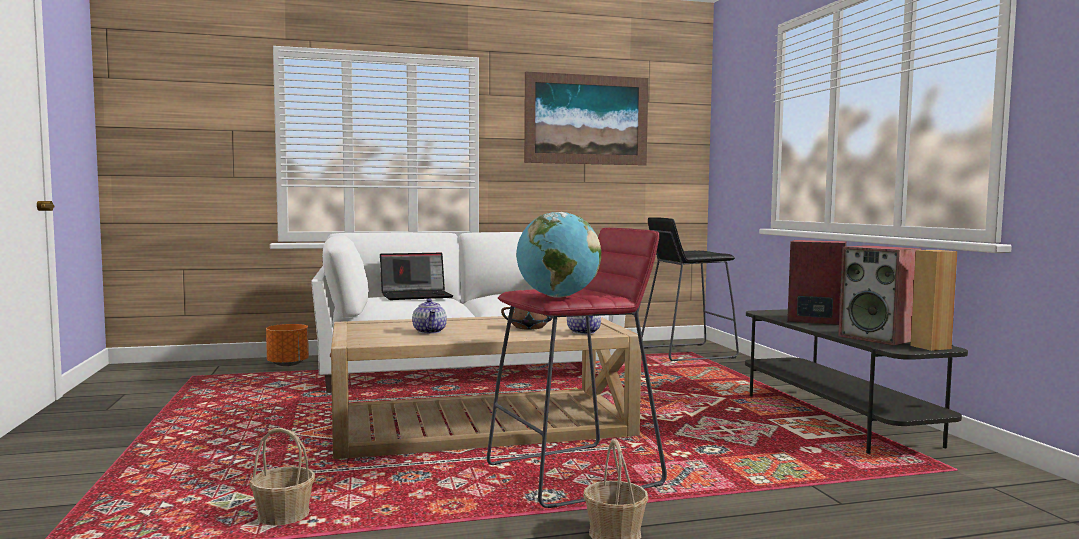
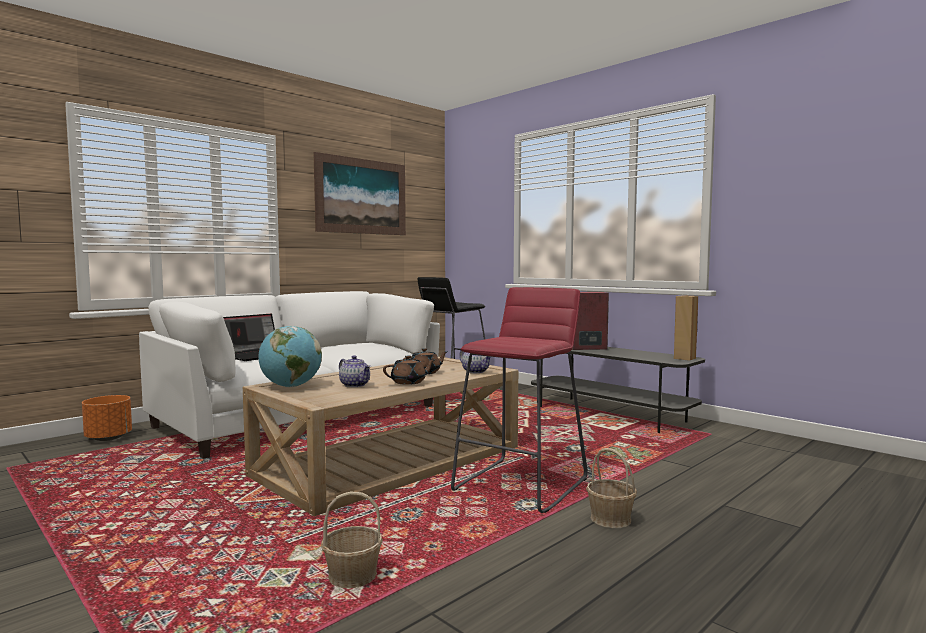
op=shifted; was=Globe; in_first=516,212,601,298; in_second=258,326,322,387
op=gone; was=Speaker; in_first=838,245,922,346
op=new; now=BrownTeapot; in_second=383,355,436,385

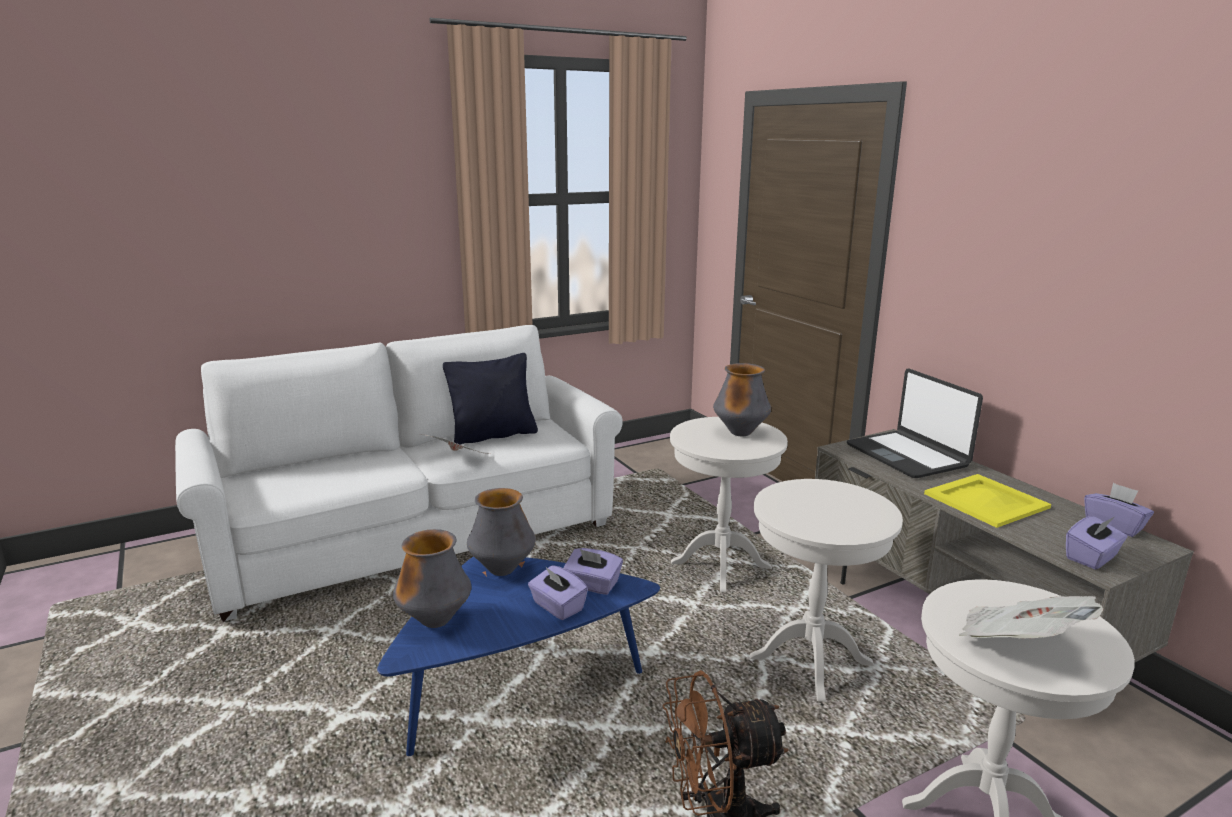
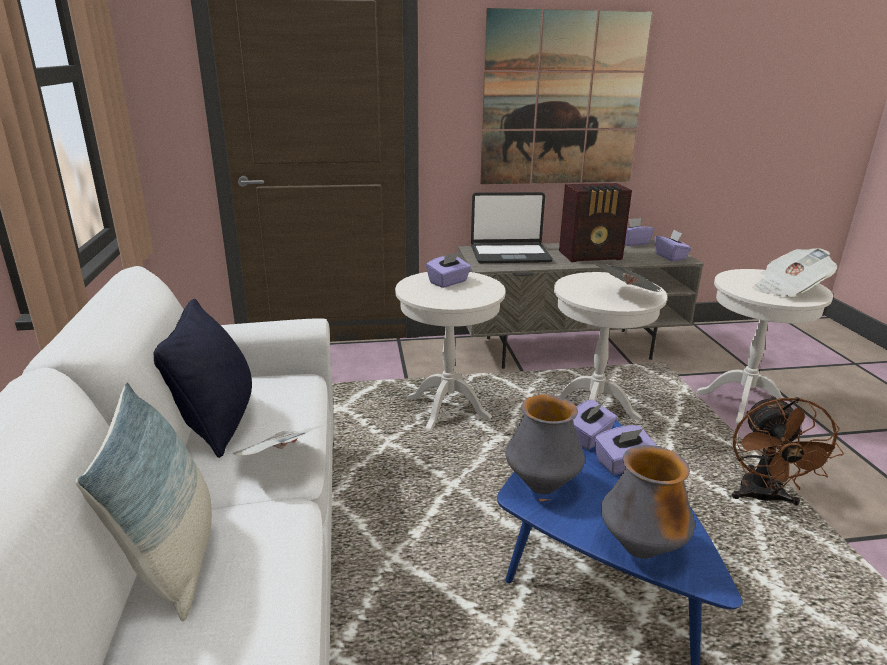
op=swapped; was=Vase; now=PurpleTissueBox; in_first=713,363,771,436; in_second=426,252,471,288
op=swapped; was=YellowTray; now=Radio; in_first=924,474,1051,528; in_second=559,183,632,262
op=new; now=Picture; in_second=480,8,652,184
op=new; now=Newspaper; in_second=597,265,661,292
op=new; now=Pillow; in_second=76,382,212,621

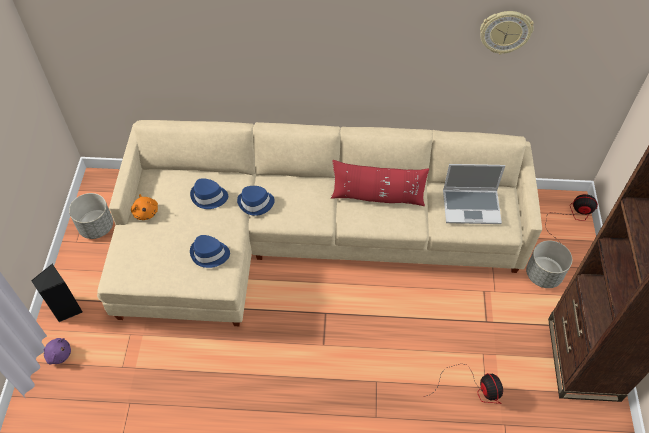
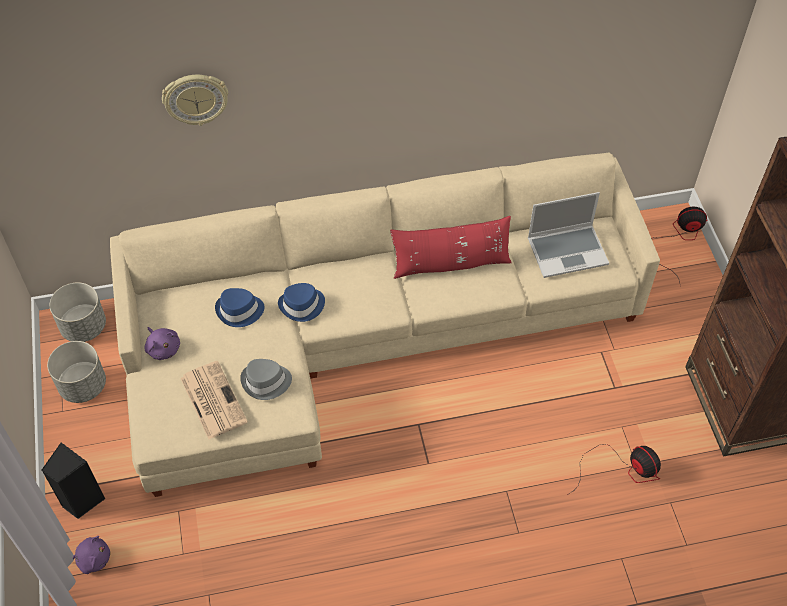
op=shifted; was=WallClock; in_first=480,11,534,55; in_second=162,75,228,126
op=repainted; was=OrangePlushToy; now=PurplePlushToy; in_first=131,194,158,220; in_second=144,327,180,360
op=repainted; was=BlueHat; now=GreyHat; in_first=190,235,230,268; in_second=240,359,292,400
op=shifted; was=GreyPlanter; in_first=526,241,572,288; in_second=49,282,106,342
op=new; now=Newspaper; in_second=180,361,248,439

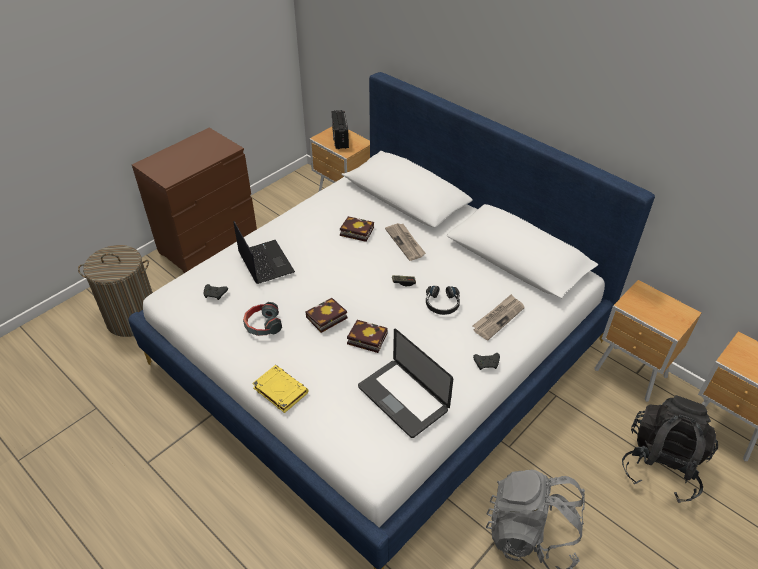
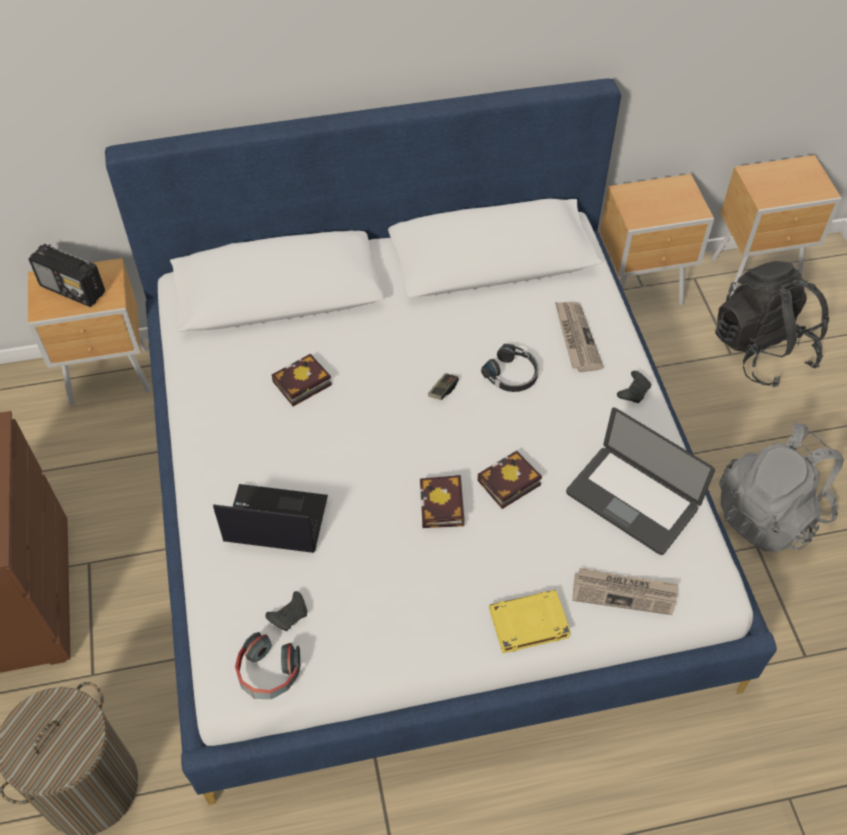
op=shifted; was=Newspaper; in_first=385,223,426,261; in_second=572,568,679,615
op=shifted; was=Headphones; in_first=243,302,282,336; in_second=235,632,300,699
op=rotated; was=Laptop; in_first=358,329,453,438; in_second=566,407,715,555; clockwise=45

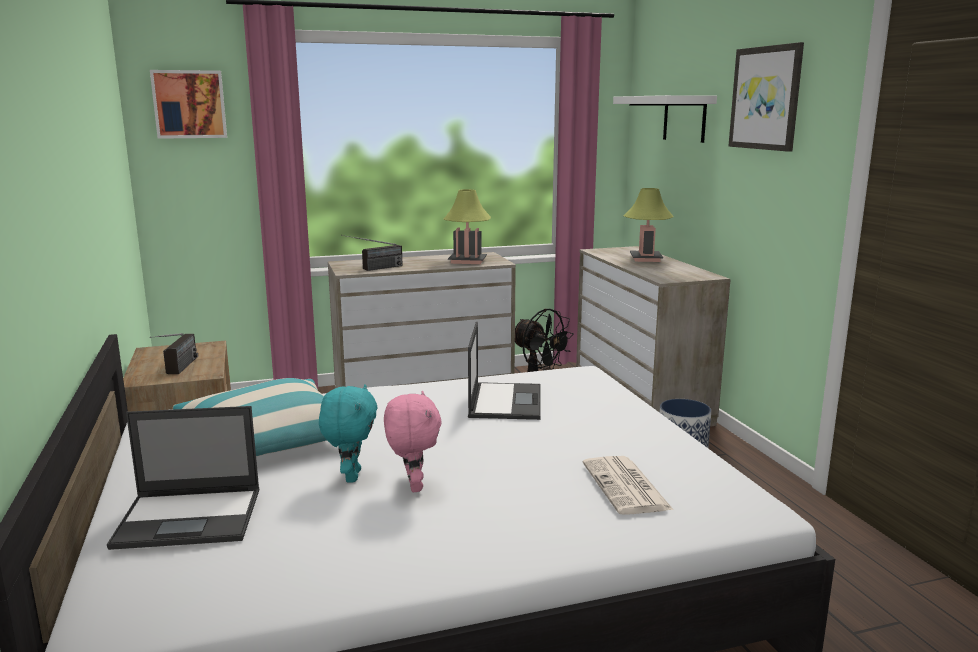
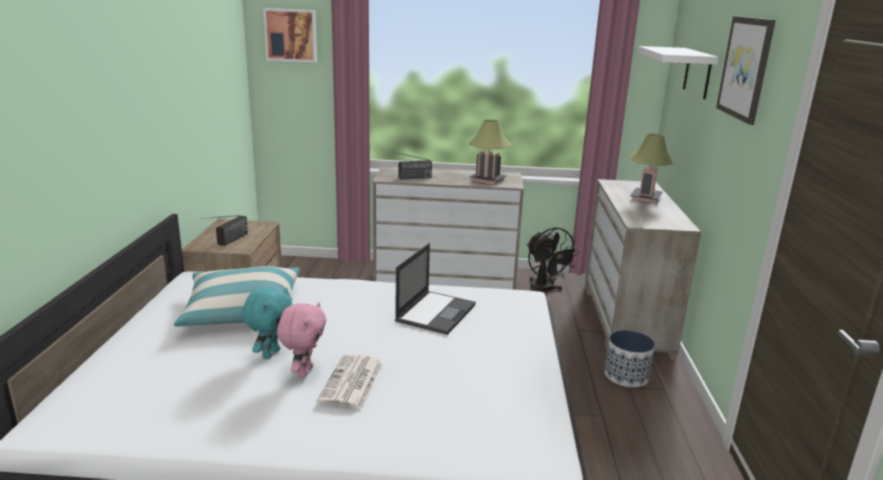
op=gone; was=Laptop; in_first=107,406,260,550
op=shifted; was=Newspaper; in_first=582,456,674,515; in_second=317,354,383,409

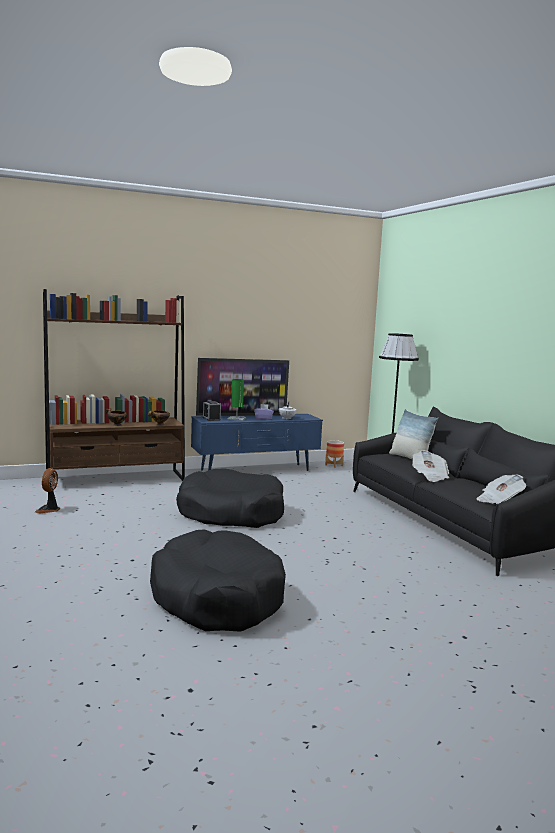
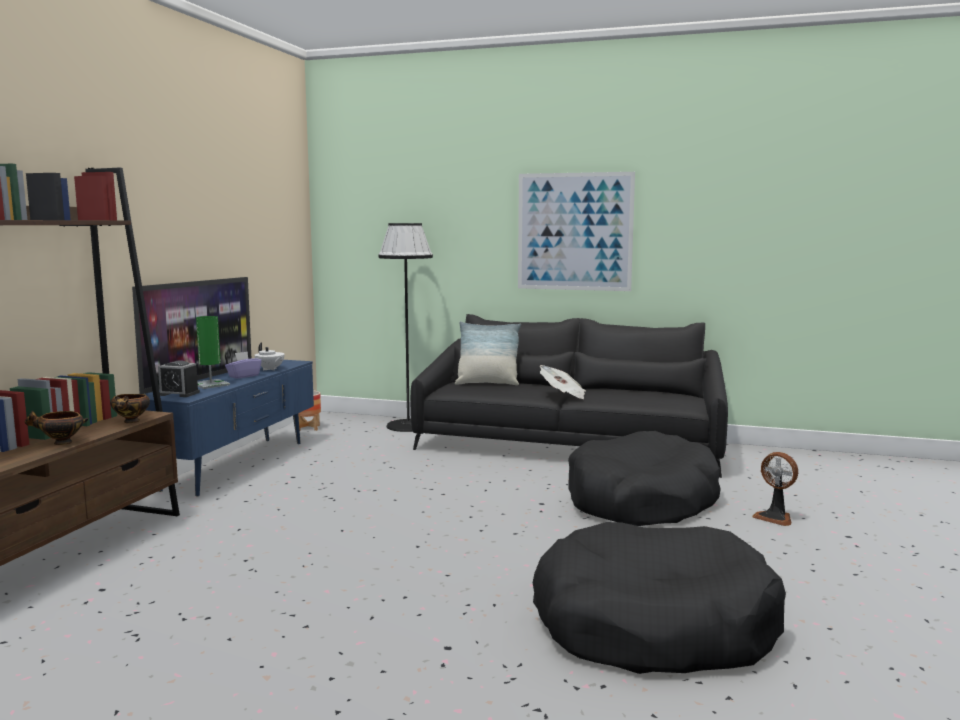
op=shifted; was=Fan; in_first=35,468,61,513; in_second=752,452,798,526
op=shifted; was=BlackDogBed; in_first=176,468,284,528; in_second=568,431,721,526
op=gone; was=Newspaper; in_first=476,475,526,504
op=new; now=Picture; in_second=518,172,635,291

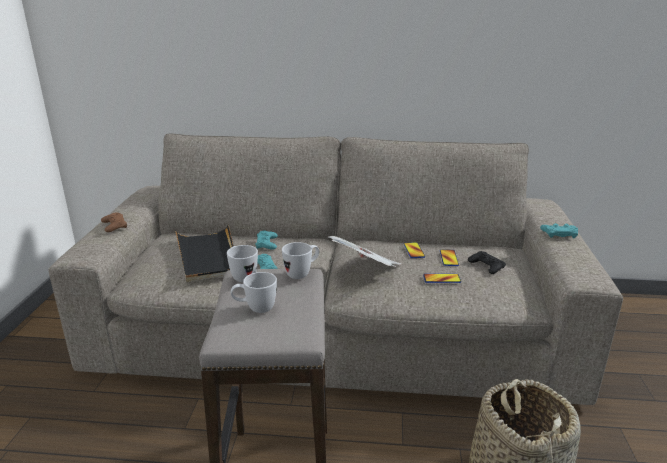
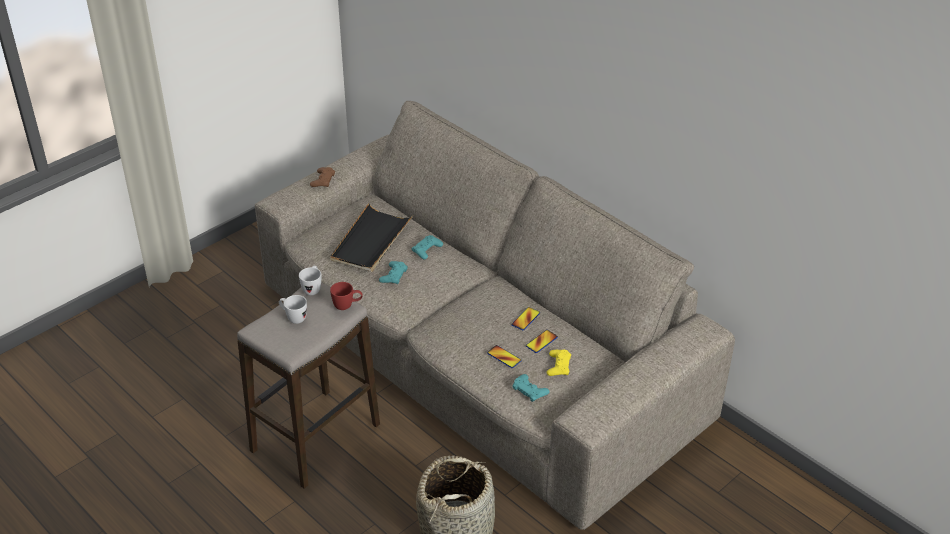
op=shifted; was=TurquoiseGameController; in_first=540,223,578,238; in_second=512,374,550,402
op=gone; was=Newspaper; in_first=328,236,401,267
op=repainted; was=WhiteMug; now=RedMug; in_first=282,242,319,279; in_second=330,282,363,310
op=repainted; was=BlackGameController; now=YellowGameController; in_first=468,251,506,274; in_second=547,350,571,376

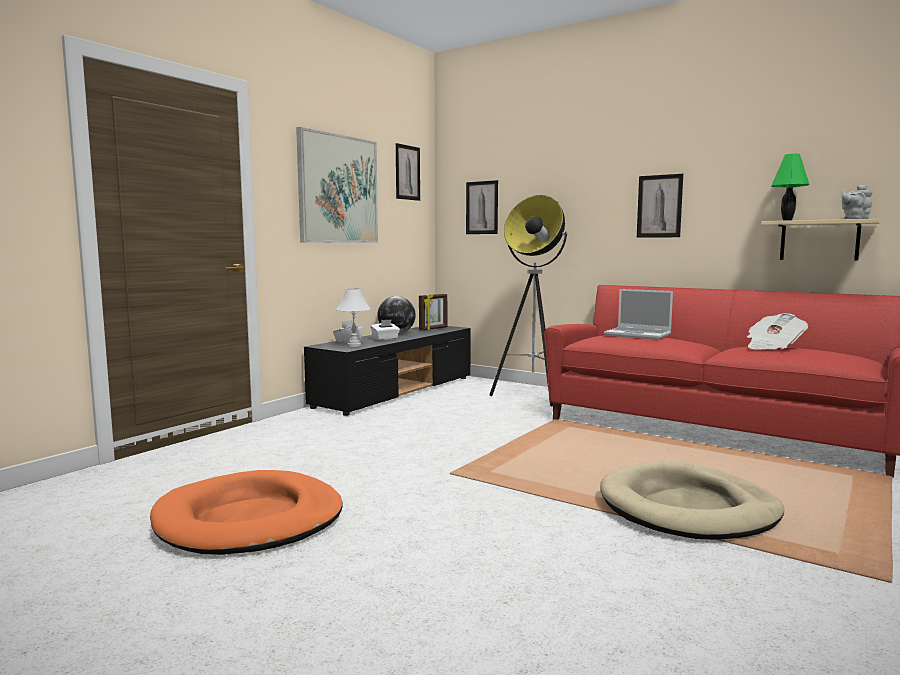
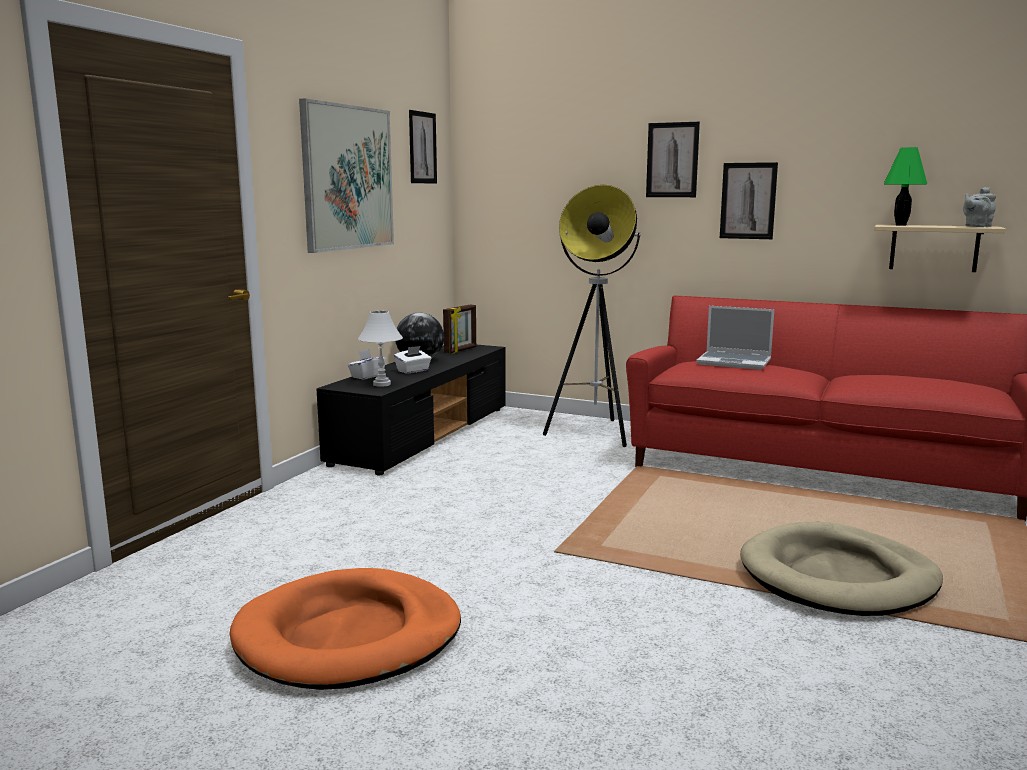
op=shifted; was=Picture; in_first=466,180,498,234; in_second=646,122,700,197
op=gone; was=Newspaper; in_first=747,313,808,350

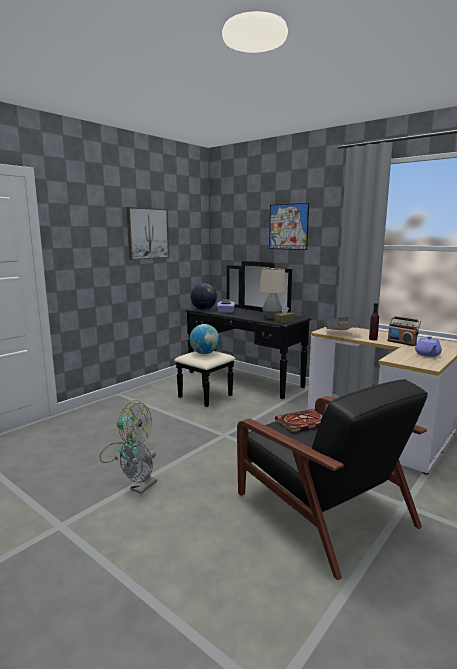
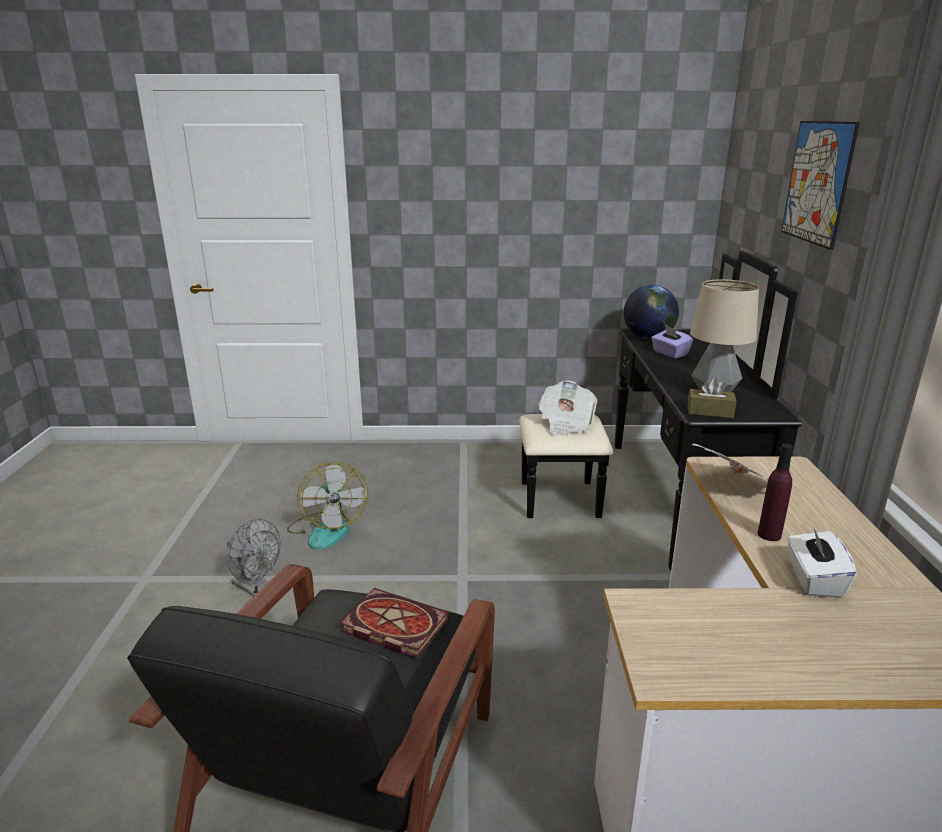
op=gone; was=Picture; in_first=126,207,169,260
op=swapped; was=Radio; now=WhiteTissueBox; in_first=387,316,421,346; in_second=787,525,857,598
op=swapped; was=Globe; now=Newspaper; in_first=189,324,220,354; in_second=538,380,598,436
op=gone; was=PurpleTeapot; in_first=415,336,442,357
op=rotated; was=GreyFan; in_first=120,439,157,494; in_second=227,519,281,596; clockwise=-135

